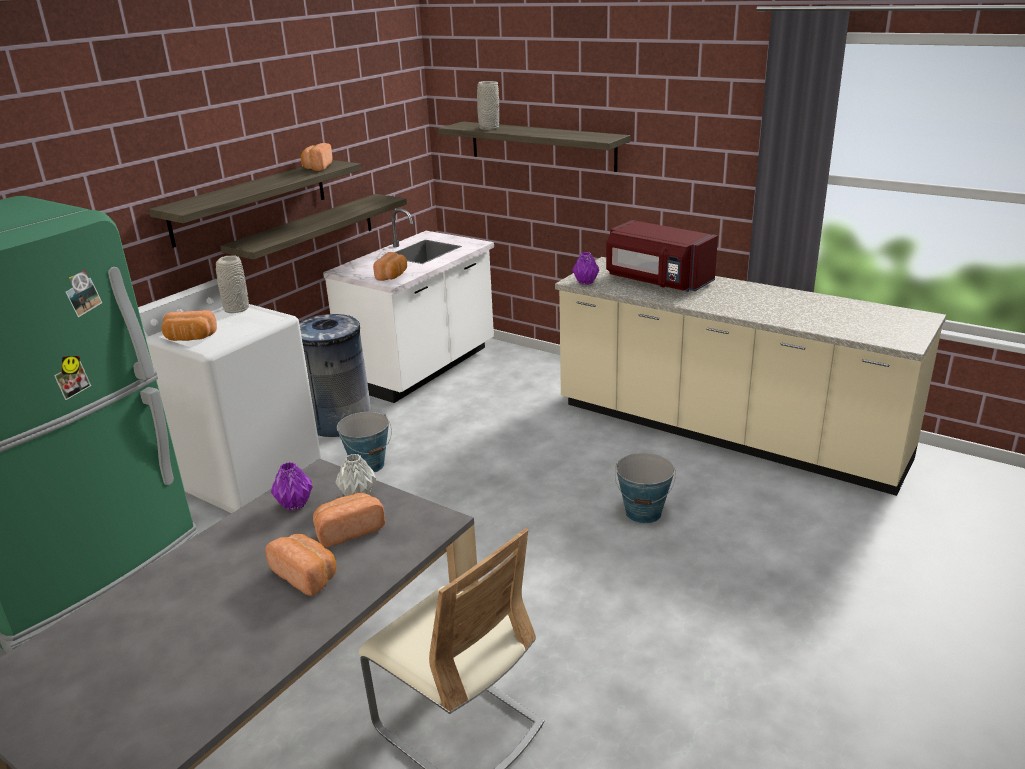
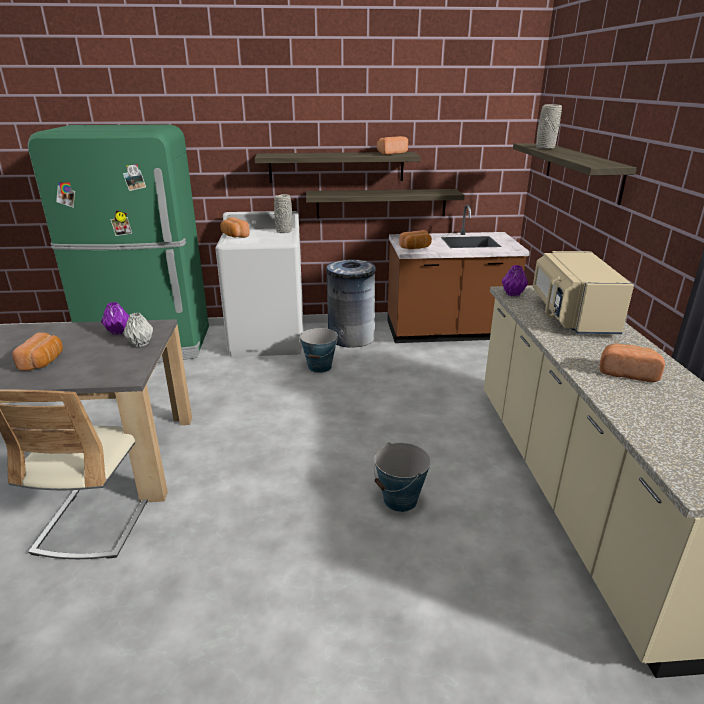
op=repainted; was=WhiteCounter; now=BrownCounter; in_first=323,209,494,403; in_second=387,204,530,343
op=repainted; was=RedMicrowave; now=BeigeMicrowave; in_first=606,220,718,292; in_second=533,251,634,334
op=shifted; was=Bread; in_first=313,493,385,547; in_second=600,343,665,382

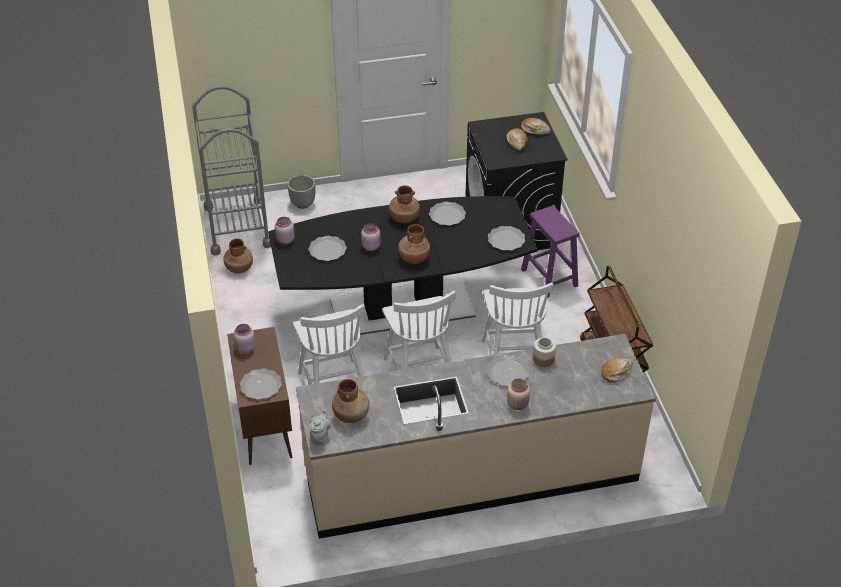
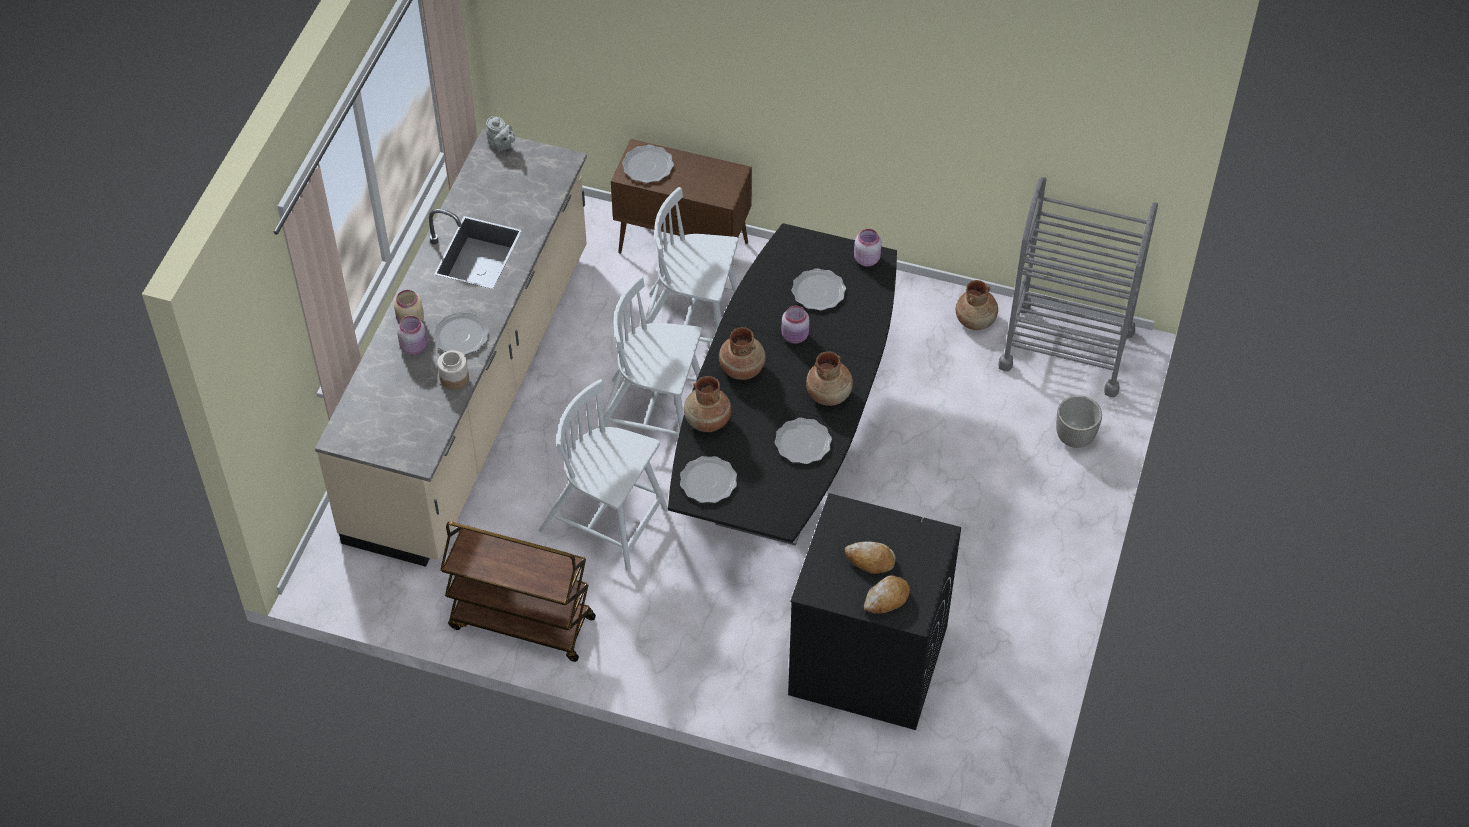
op=gone; was=PurpleStool; in_first=521,206,580,298
op=shifted; was=PinkJar; in_first=233,324,255,353; in_second=397,316,427,355
op=gone; was=Bread; in_first=601,357,632,382
op=shifted; was=BrownVase; in_first=332,379,369,423; in_second=684,376,731,432

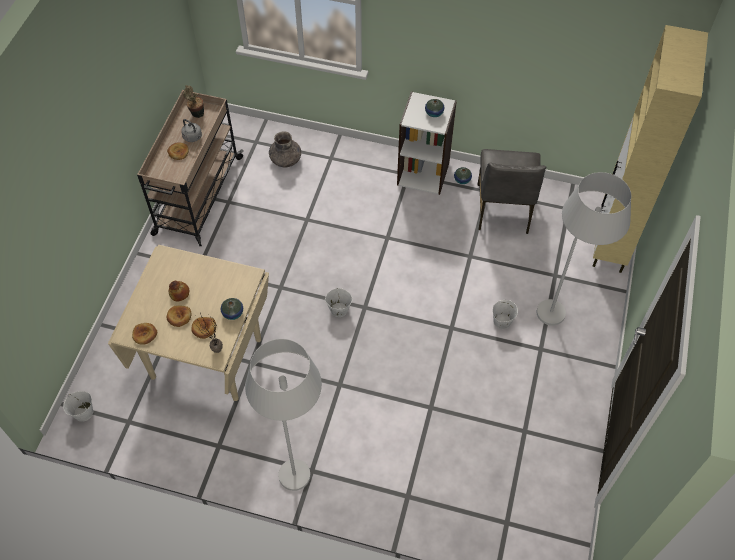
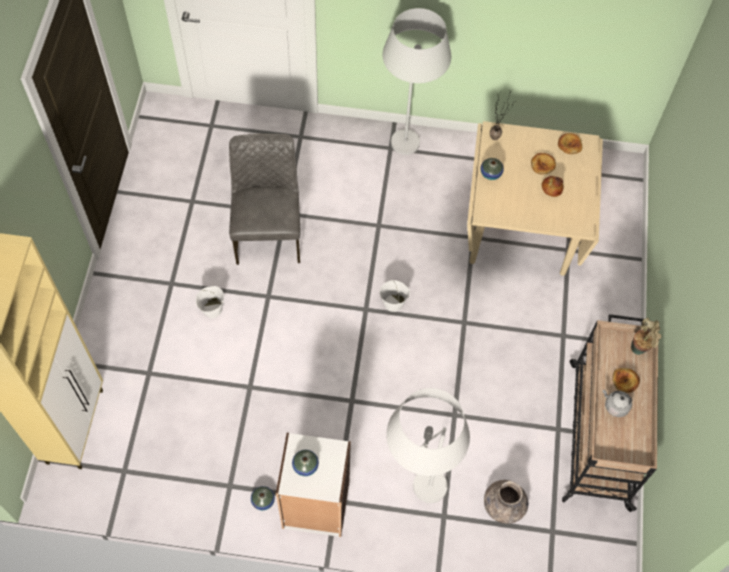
op=shifted; was=PottedPlant; in_first=183,85,204,118; in_second=631,318,661,355
op=shifted; was=GreyChair; in_first=477,149,546,234; in_second=229,134,301,265
op=shifted; was=WhiteFloorLamp; in_first=537,172,631,326; in_second=386,388,470,503
op=gone; was=Bread; in_first=191,317,216,339
op=gone; was=WhiteBucket; in_first=63,391,93,422

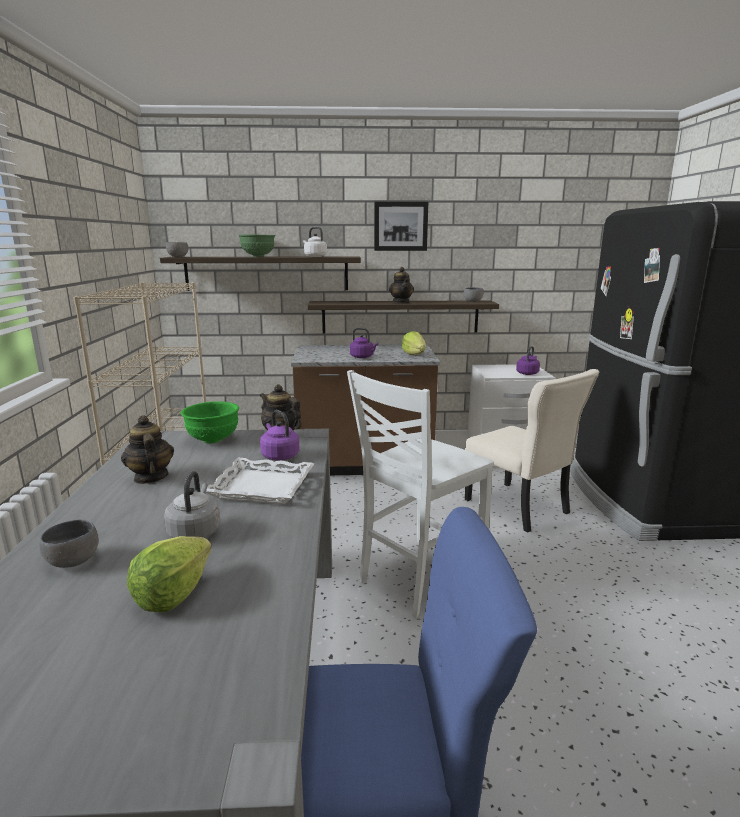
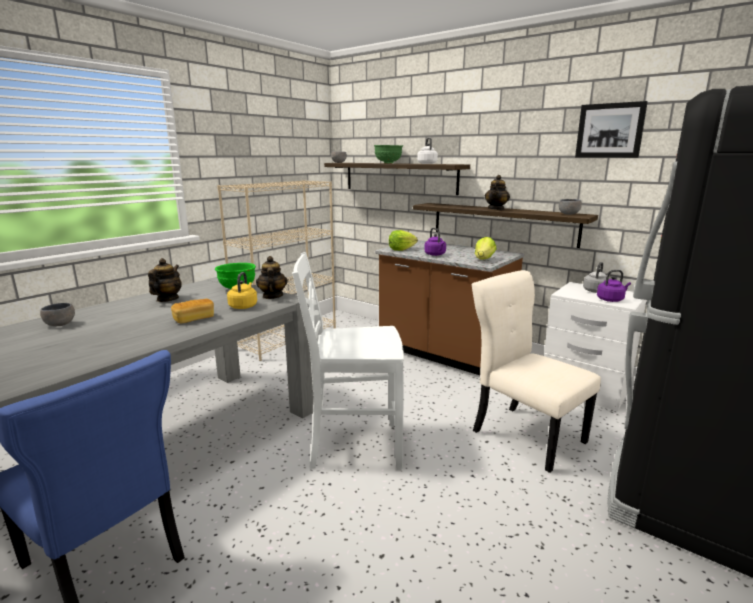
op=shifted; was=Picture; in_first=374,202,428,251; in_second=575,101,648,158
op=rotated; was=BeigeChair; in_first=465,369,600,533; in_second=472,270,601,473; clockwise=135
op=repainted; was=PurpleKettle; now=YellowKettle; in_first=260,410,300,461; in_second=227,272,257,309
op=swapped; was=WhiteTray; now=Bread; in_first=206,458,314,504; in_second=171,299,214,323
op=shifted; was=GreyKettle; in_first=164,471,220,538; in_second=583,262,609,293
op=shifted; was=Lettuce; in_first=127,536,212,612; in_second=389,230,418,251

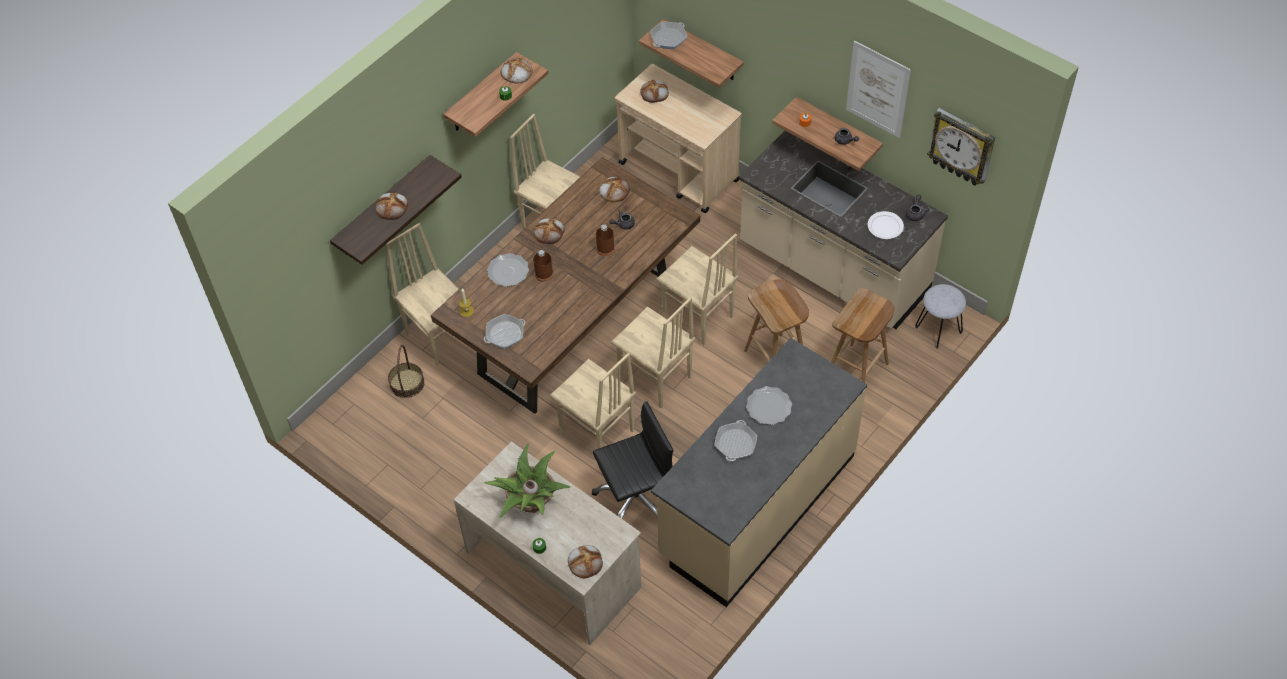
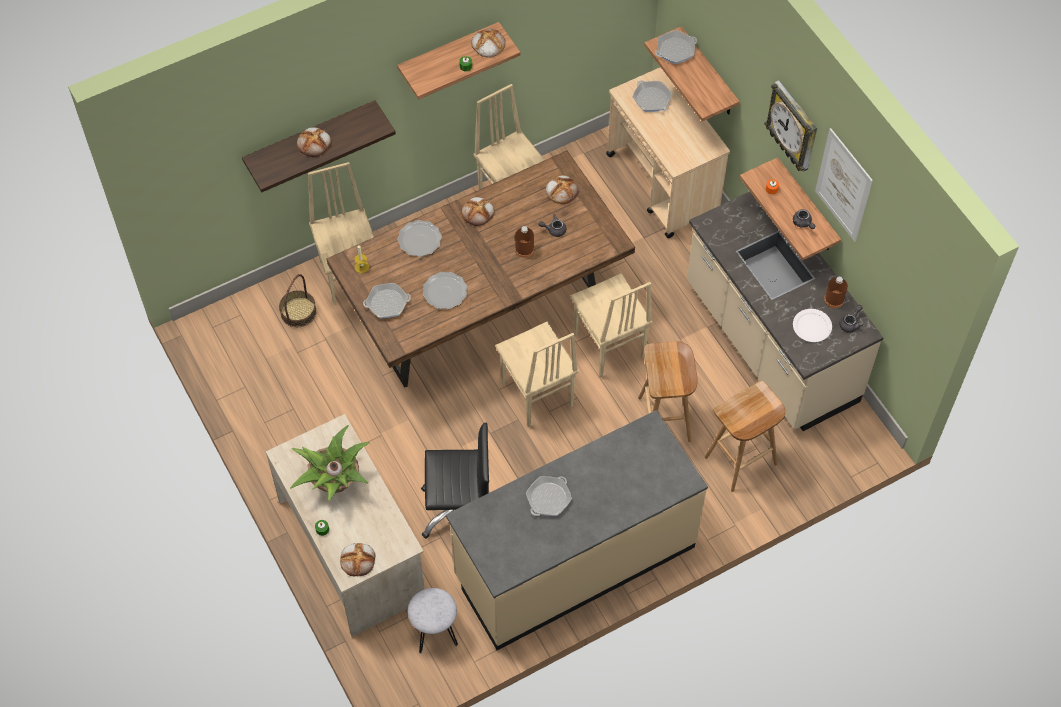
op=swapped; was=Bread; now=FryingPan; in_first=640,80,669,103; in_second=632,80,673,112
op=shifted; was=WallClock; in_first=927,108,995,186; in_second=765,80,817,172
op=shifted; was=BrownBottle; in_first=533,250,553,282; in_second=824,276,848,308
op=shifted; was=GreyStool; in_first=915,284,966,349; in_second=408,588,458,654
op=gone; was=BeigeChair; in_first=550,353,636,449
op=shifted; was=Plate; in_first=746,386,792,425; in_second=423,272,467,309

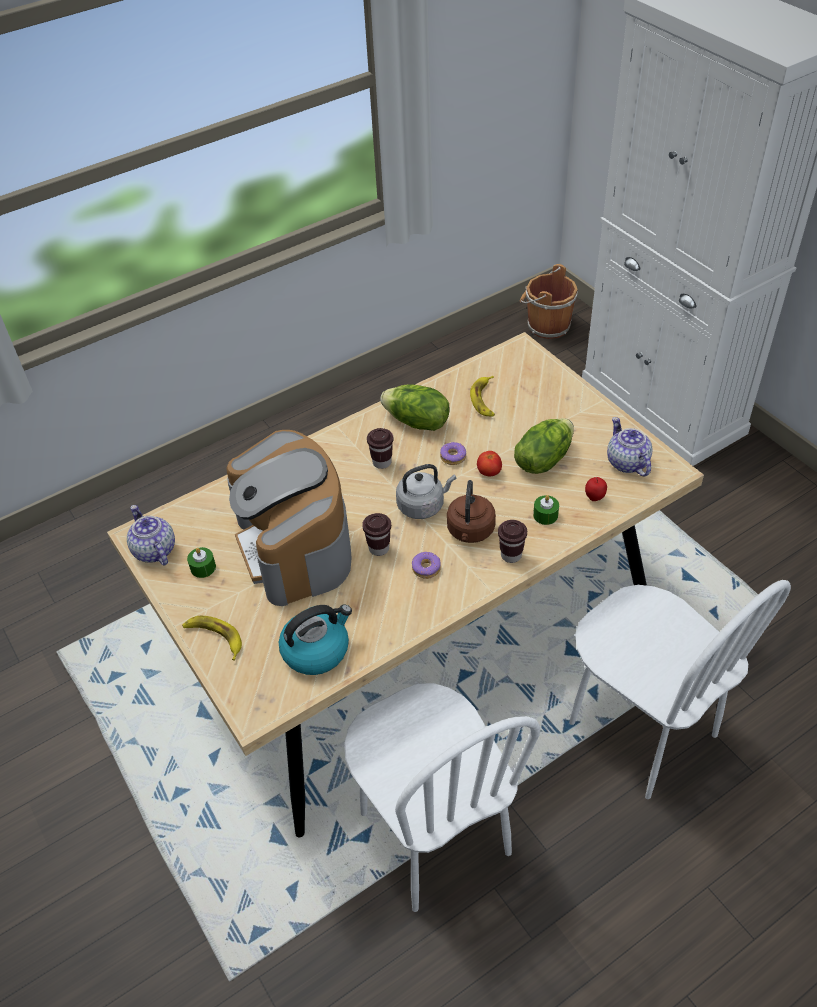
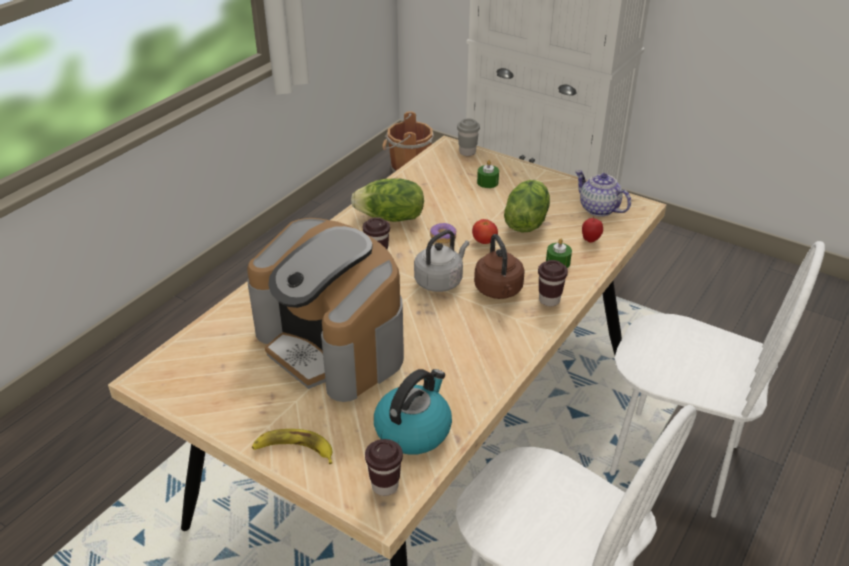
op=gone; was=Banana; in_first=470,376,495,416
op=gone; was=Teapot; in_first=127,505,175,566
op=shifted; was=BrownCup; in_first=362,513,391,556; in_second=365,439,403,496
op=shifted; was=GreenCandle; in_first=187,547,216,578; in_second=477,160,499,188
op=gone; was=Donut; in_first=412,552,441,579
op=new; now=GreyCup; in_second=457,118,480,156

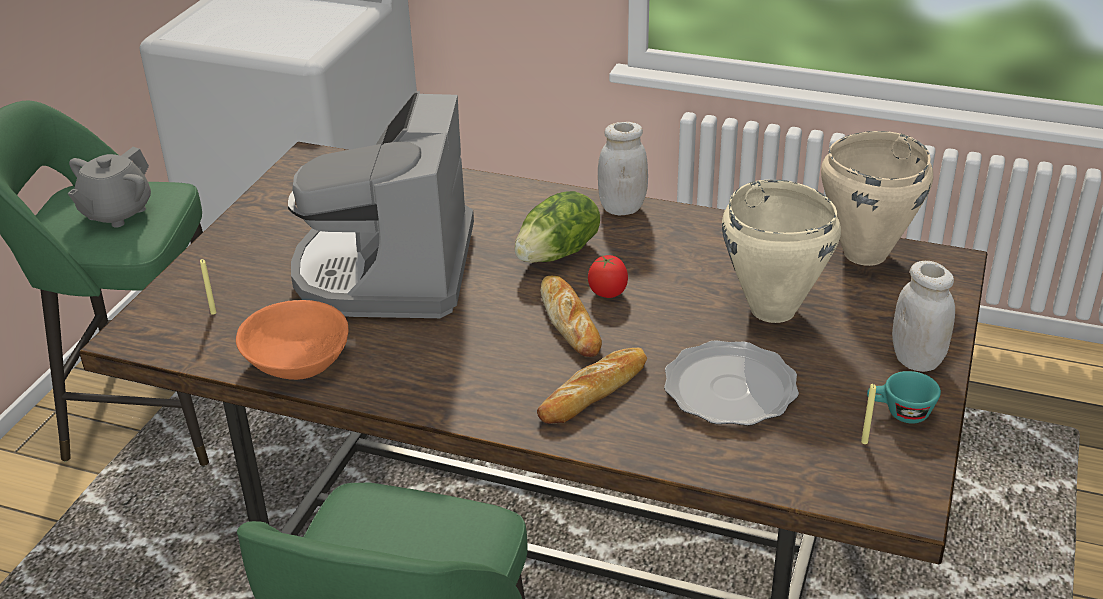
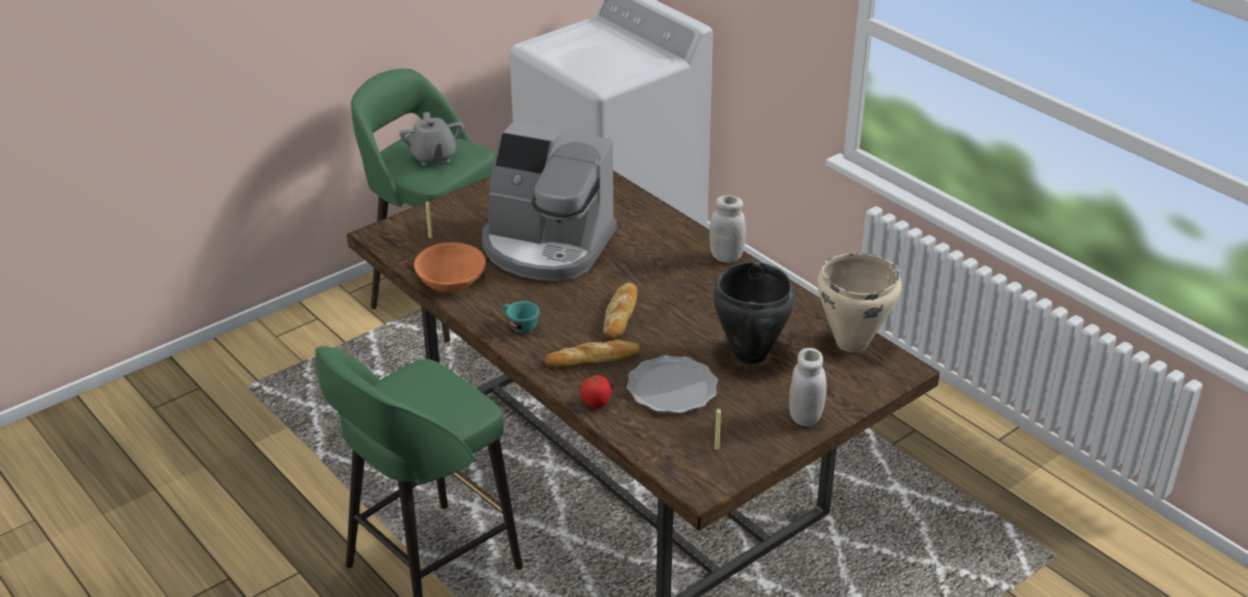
op=rotated; was=CoffeeMachine; in_first=288,91,474,318; in_second=482,122,617,281; clockwise=-105
op=rotated; was=GreyTeapot; in_first=68,147,151,227; in_second=399,112,463,166; clockwise=-75
op=repainted; was=BeigeCookingPot; now=BlackCookingPot; in_first=722,179,841,323; in_second=713,262,795,364
op=gone; was=Lettuce; in_first=514,191,600,263
op=shifted; was=Tomato; in_first=588,255,628,298; in_second=580,374,611,408
op=shifted; was=TurquoiseCup; in_first=867,371,941,424; in_second=503,301,540,333

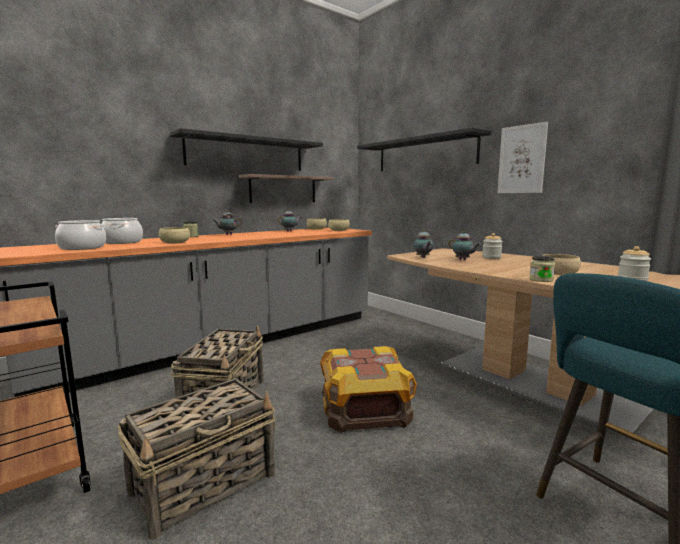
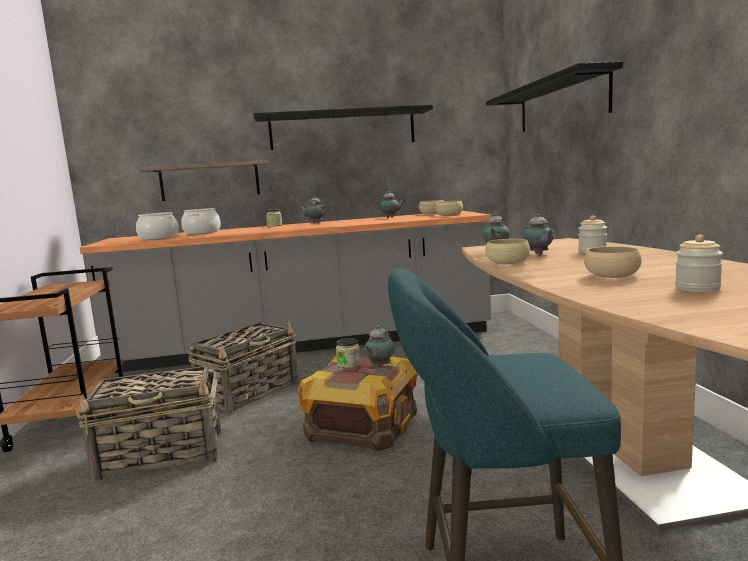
op=gone; was=Picture; in_first=497,122,548,193
op=shifted; was=Shelf; in_first=239,174,334,203; in_second=138,160,269,201
op=shifted; was=BeigeBowl; in_first=159,227,190,244; in_second=485,239,530,264
op=shifted; was=Jar; in_first=529,256,555,282; in_second=336,338,360,368
op=new; now=Teapot; in_second=365,325,395,367

